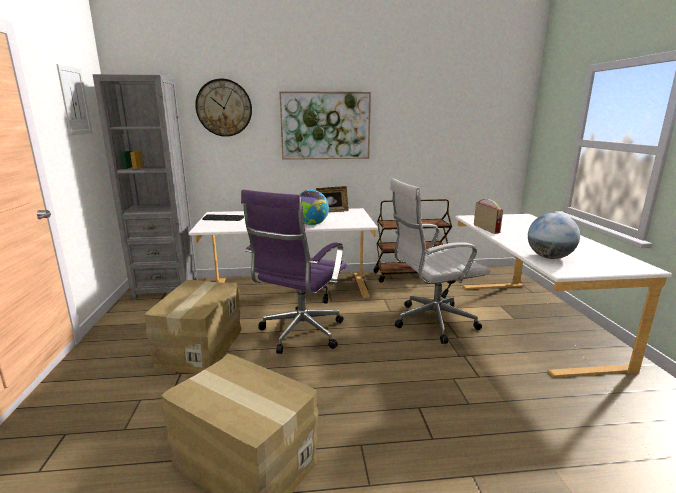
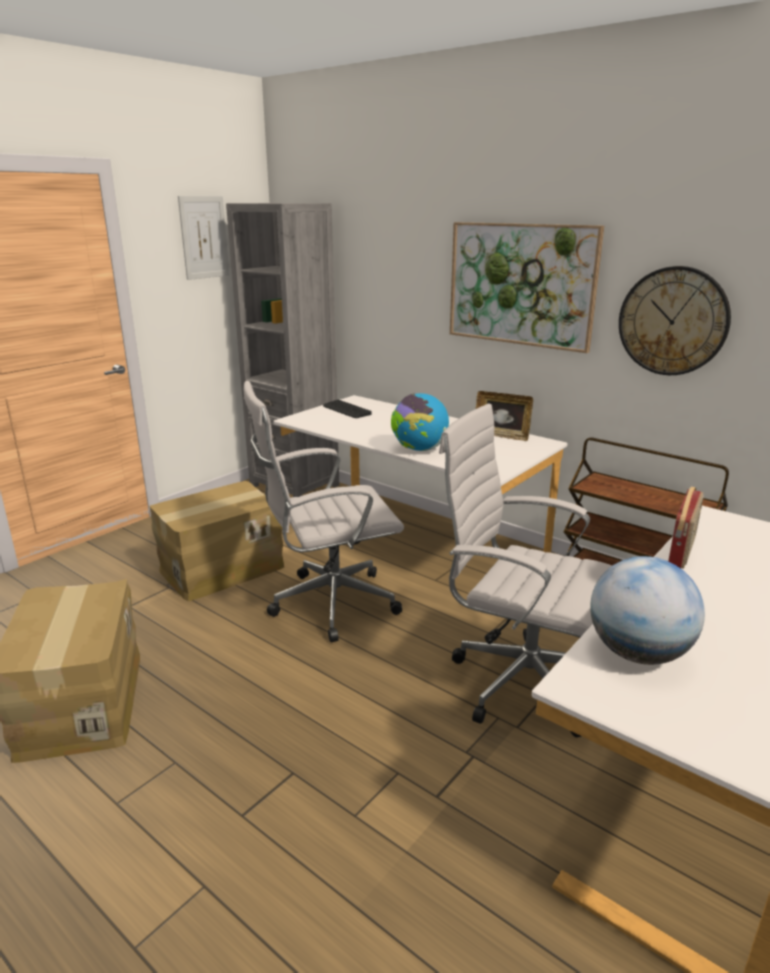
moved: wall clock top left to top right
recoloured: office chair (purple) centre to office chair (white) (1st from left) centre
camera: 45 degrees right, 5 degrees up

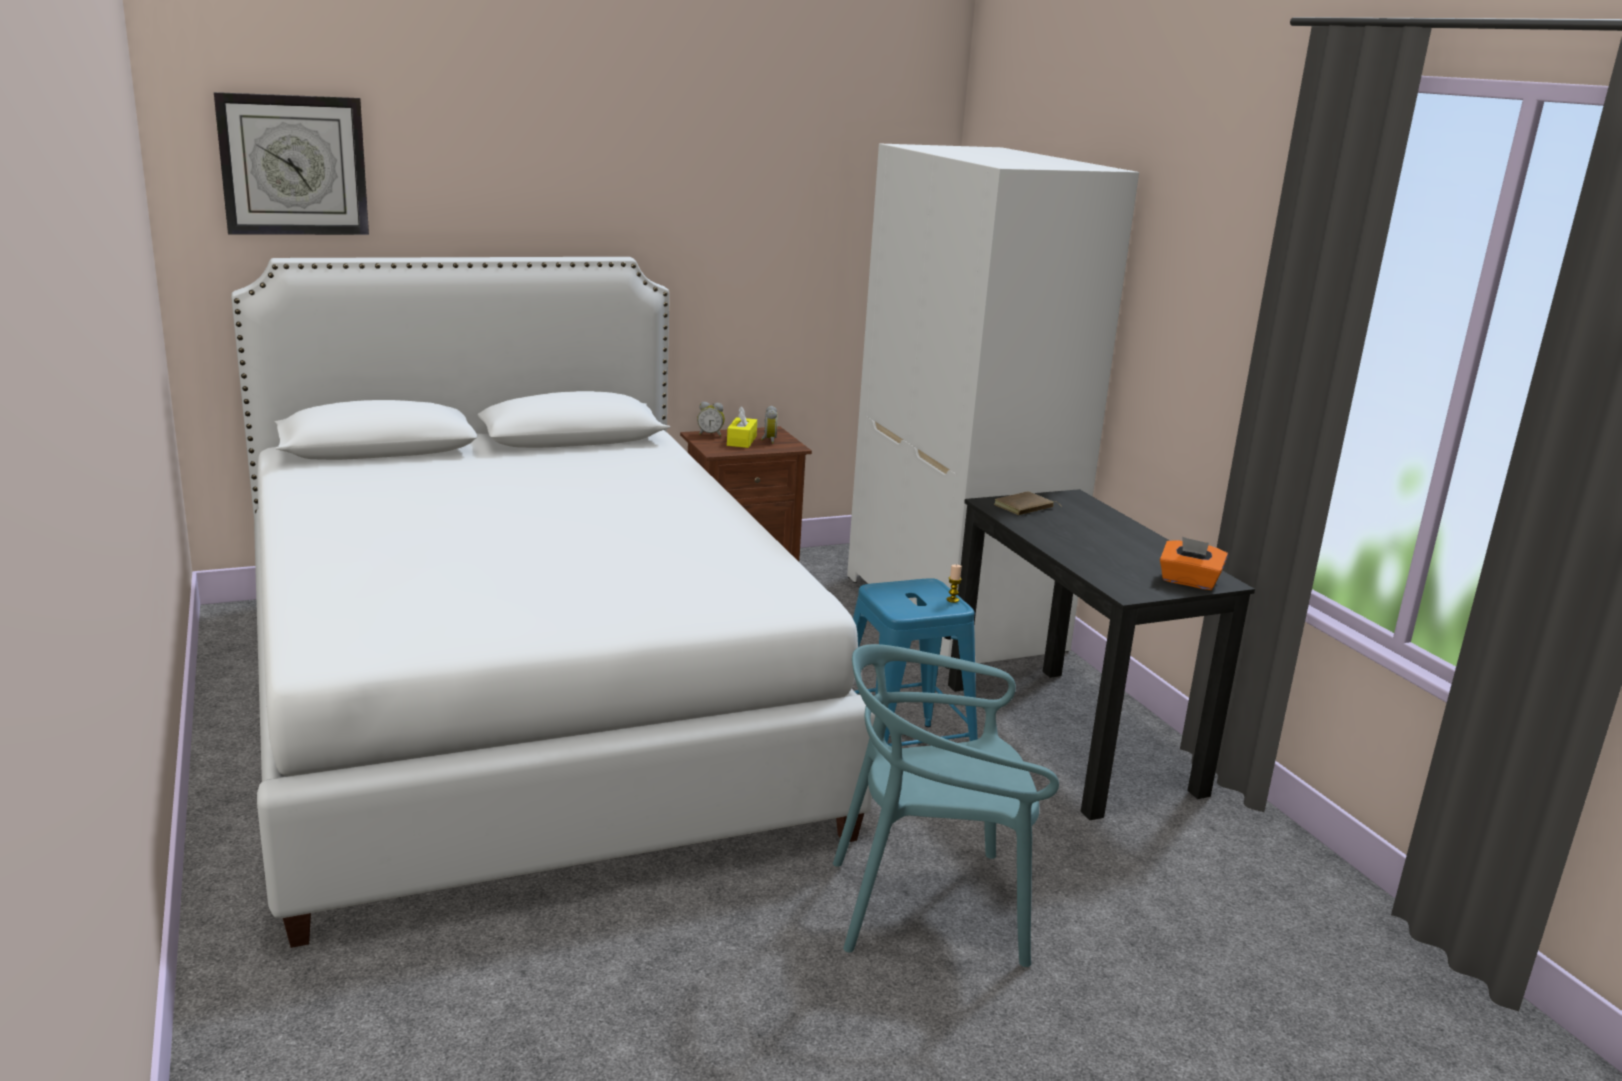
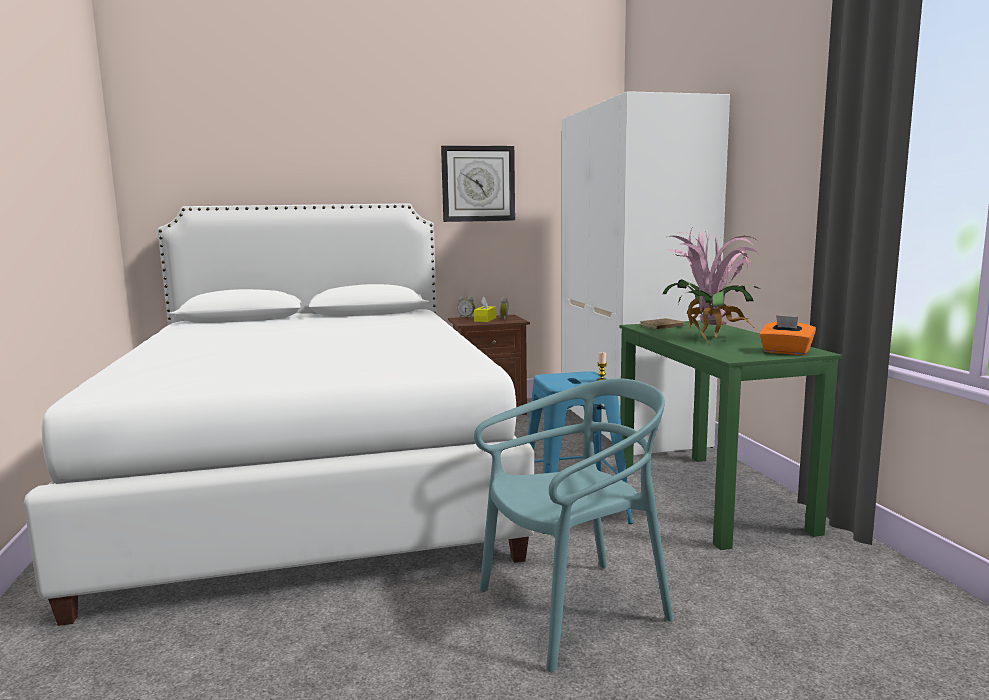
added: potted plant middle right
moved: wall clock top left to top centre
recoloured: desk (black) middle right to desk (green) middle right
turned: chair (turquoise) bottom centre = bottom centre 150 degrees clockwise
camera: 10 degrees right, 10 degrees down

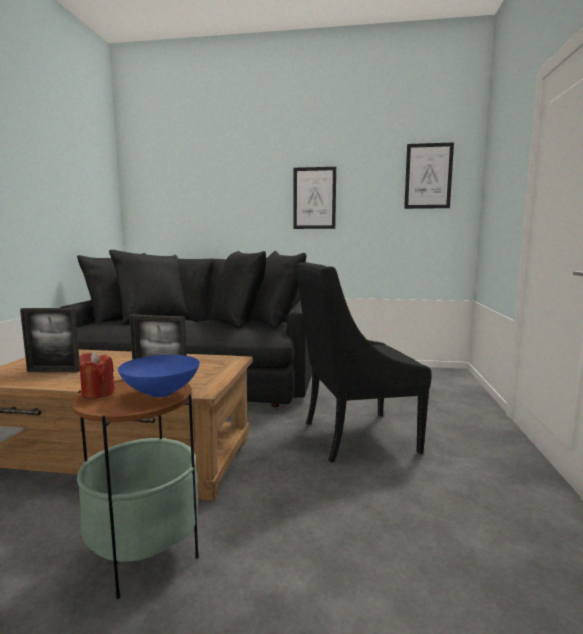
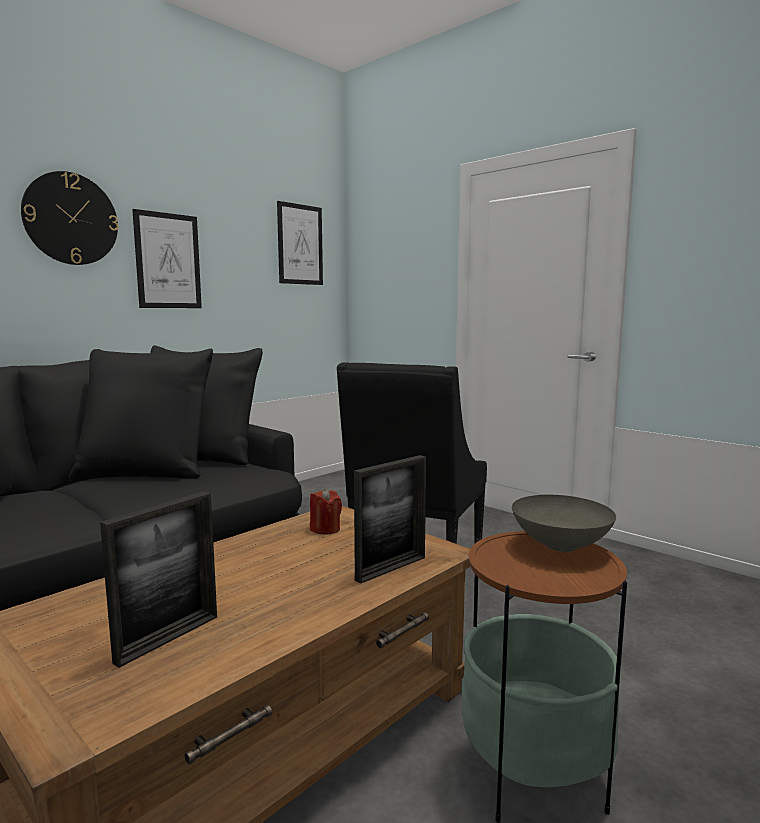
added: wall clock top left
moved: candle (red) middle left to centre
recoloured: bowl (blue) middle left to bowl (grey) middle right
camera: 55 degrees left, 0 degrees up

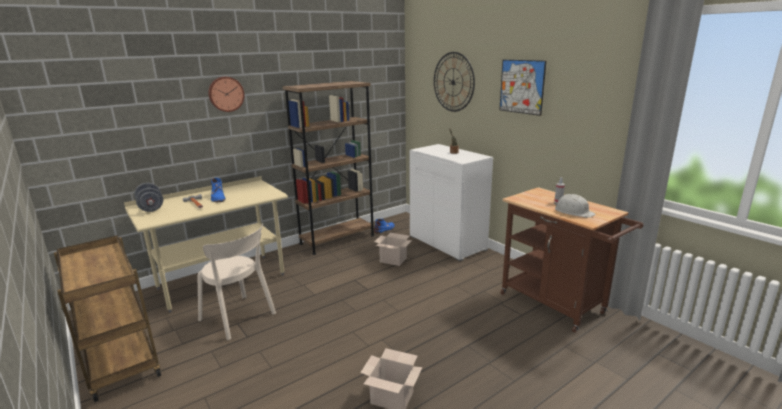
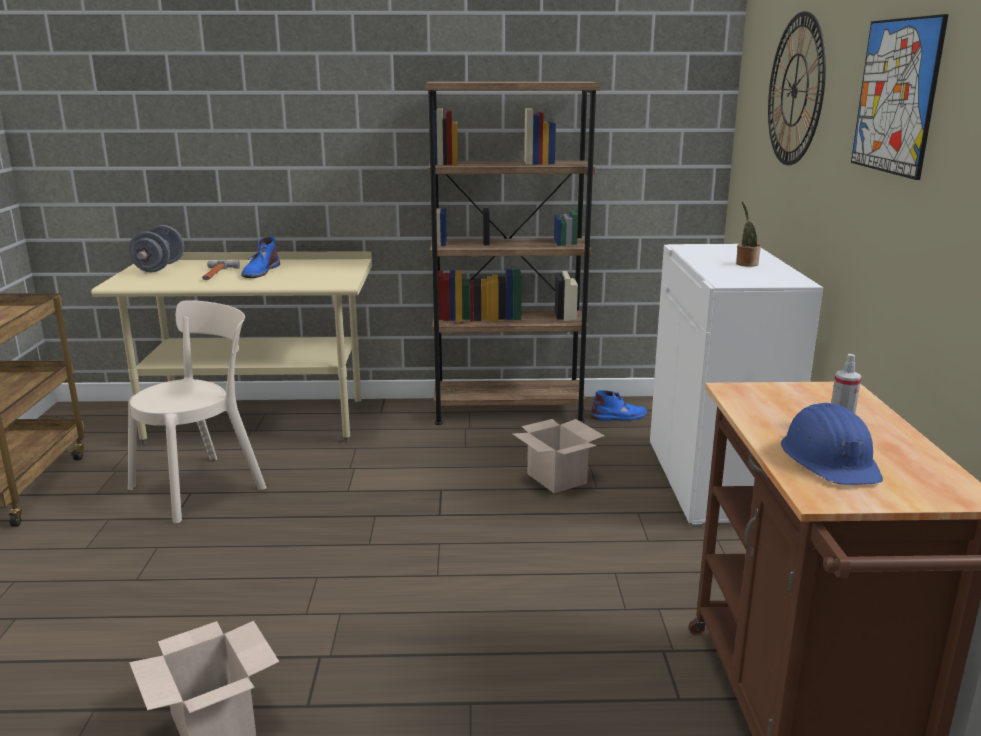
removed: wall clock (1st from left) top left
recoloured: hard hat (white) middle right to hard hat (blue) middle right
turned: chair (beige) bottom left = middle left 120 degrees counterclockwise
camera: 35 degrees right, 0 degrees up

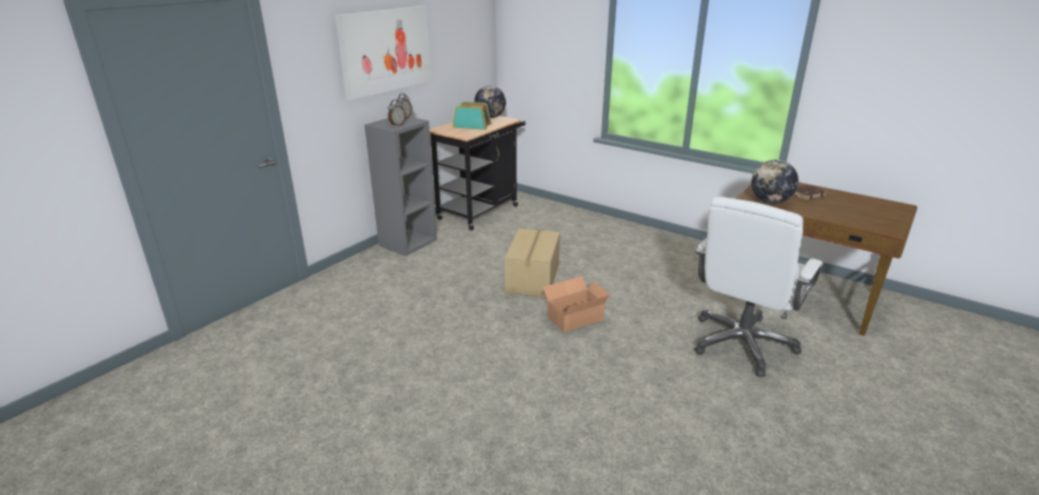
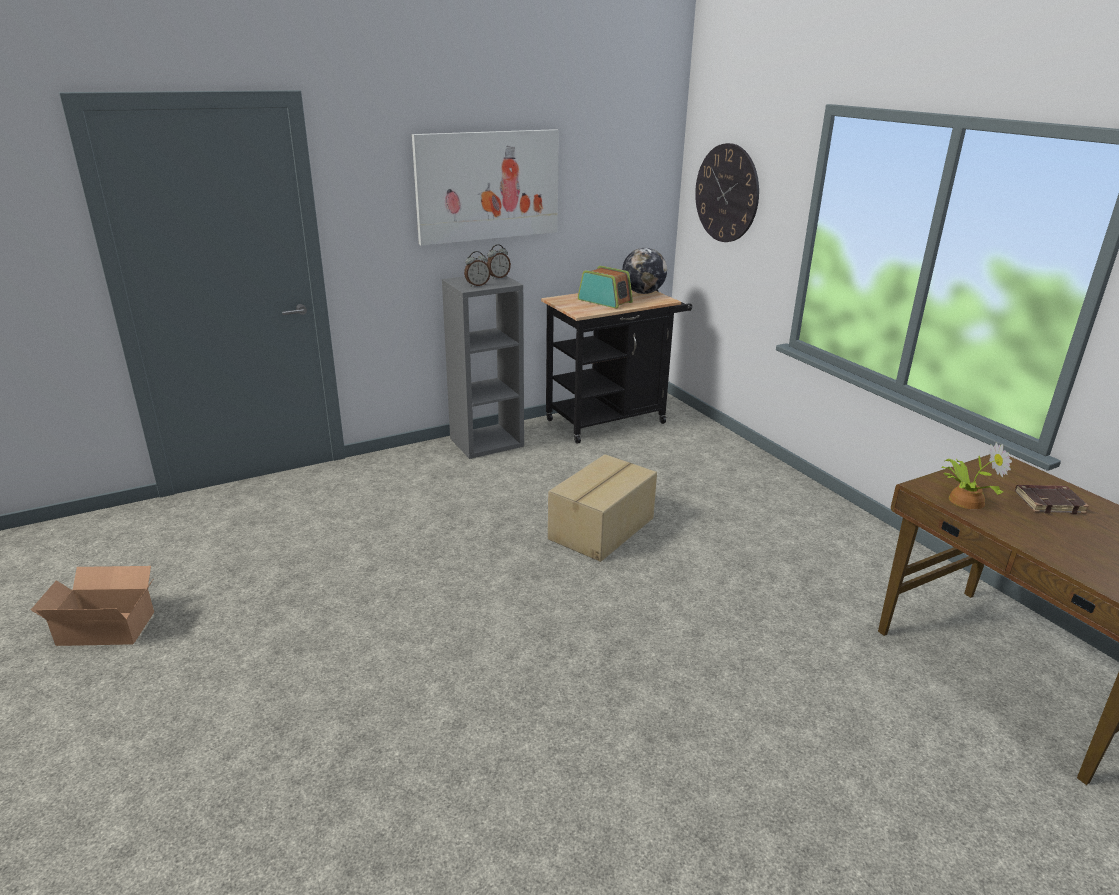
removed: office chair (white) middle right
added: wall clock top centre
moved: cardboard box (2nd from left in the first image) centre to cardboard box (1st from left) bottom left
replaced: globe (2nd from left) middle right to potted plant middle right
camera: 25 degrees right, 0 degrees up

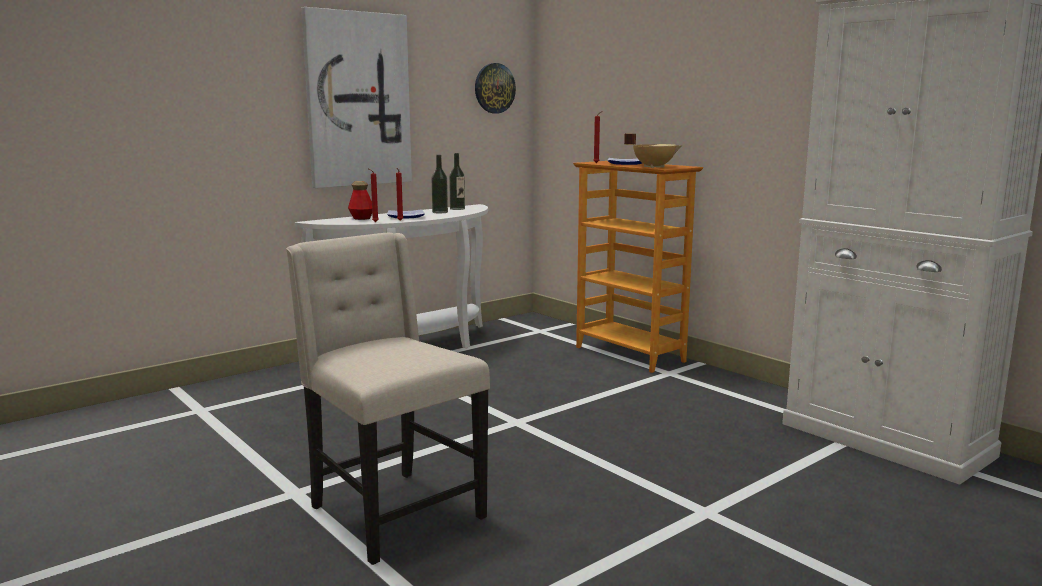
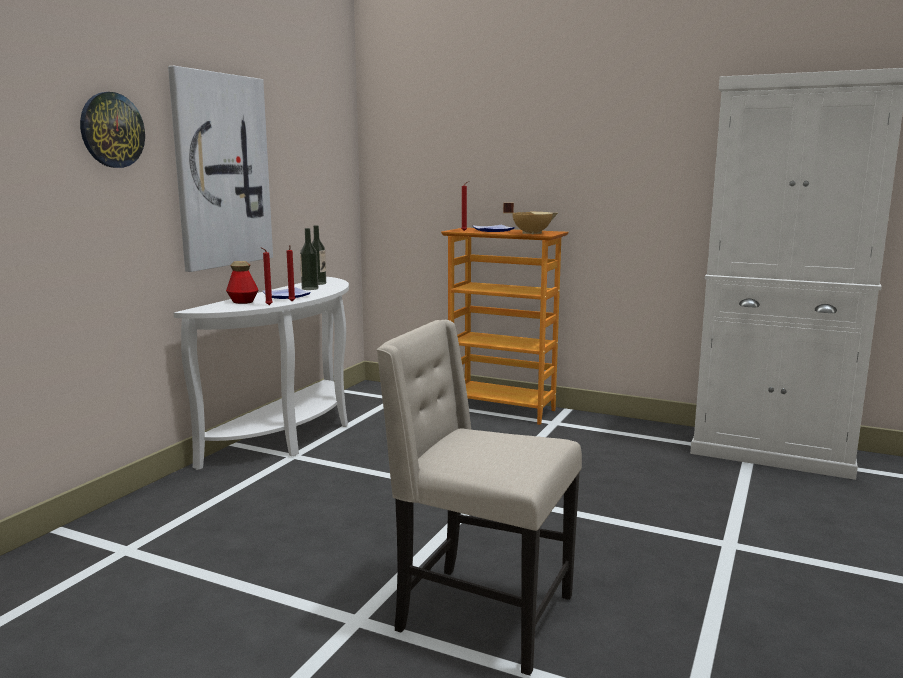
moved: wall clock top centre to top left
camera: 25 degrees left, 0 degrees up

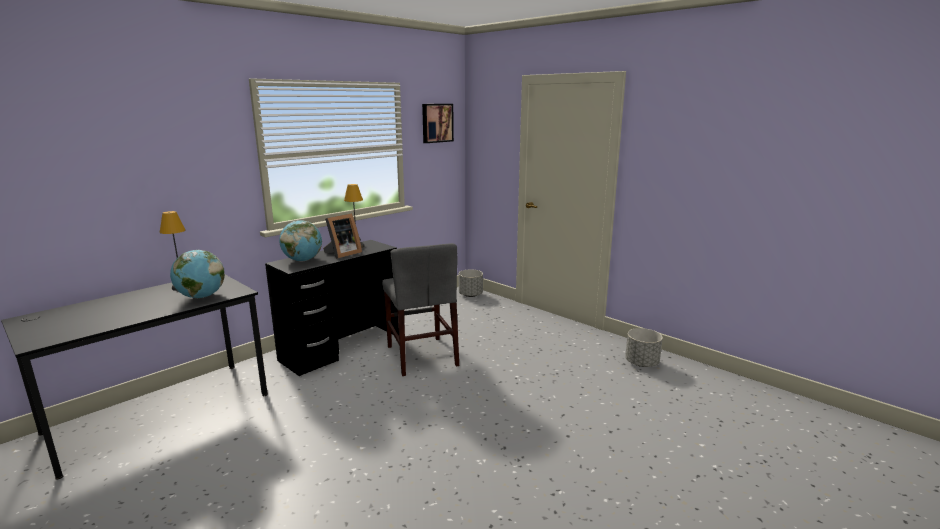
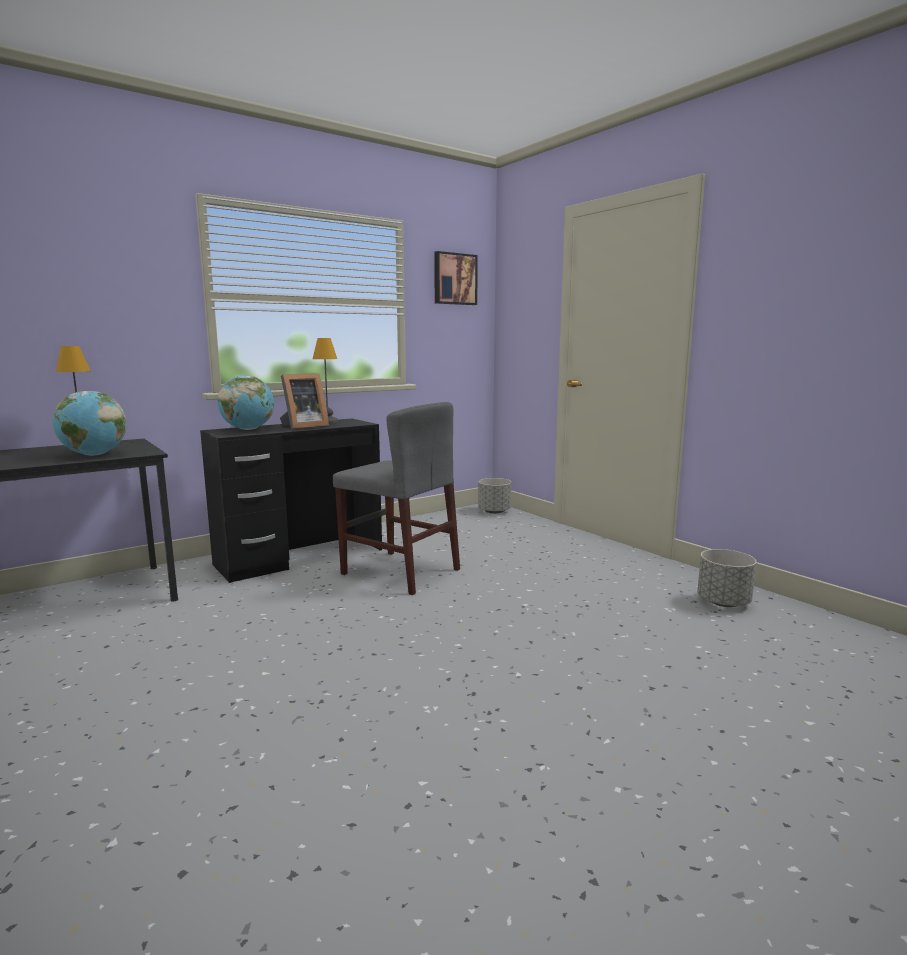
turned: chair (grey) centre = centre 45 degrees counterclockwise
camera: 10 degrees right, 5 degrees down

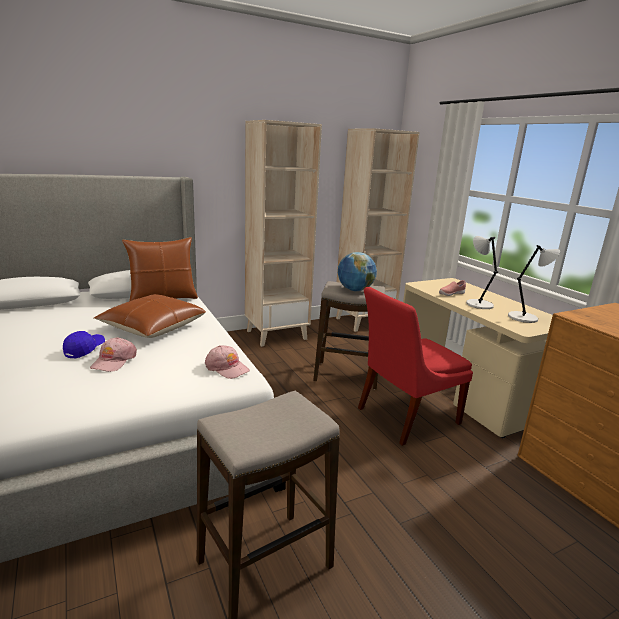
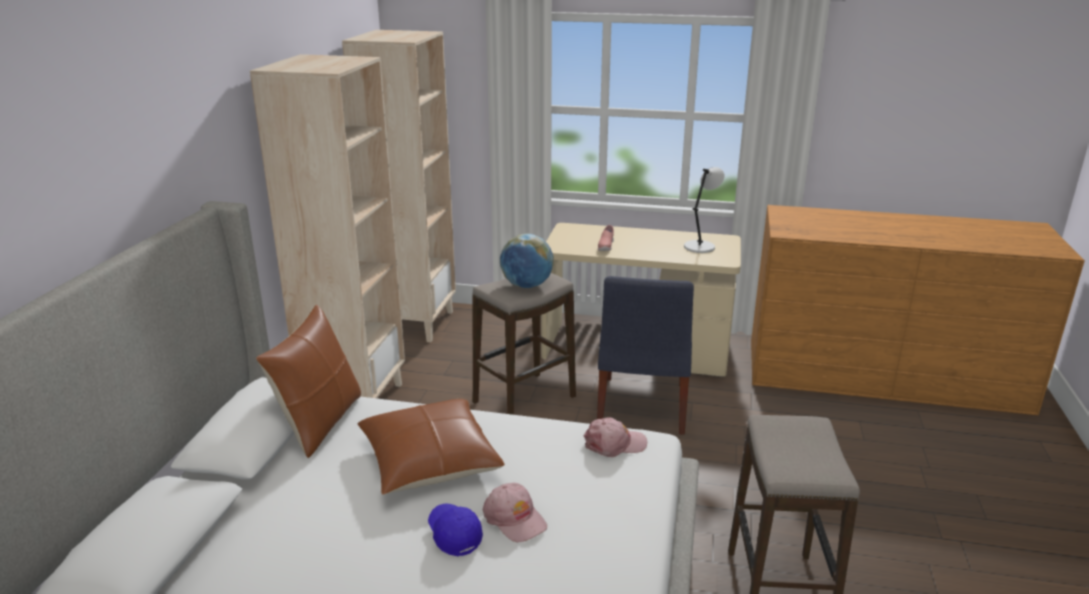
removed: table lamp (grey) (1st from left) middle right
recoloured: chair (red) middle right to chair (blue) centre
camera: 50 degrees left, 5 degrees up

